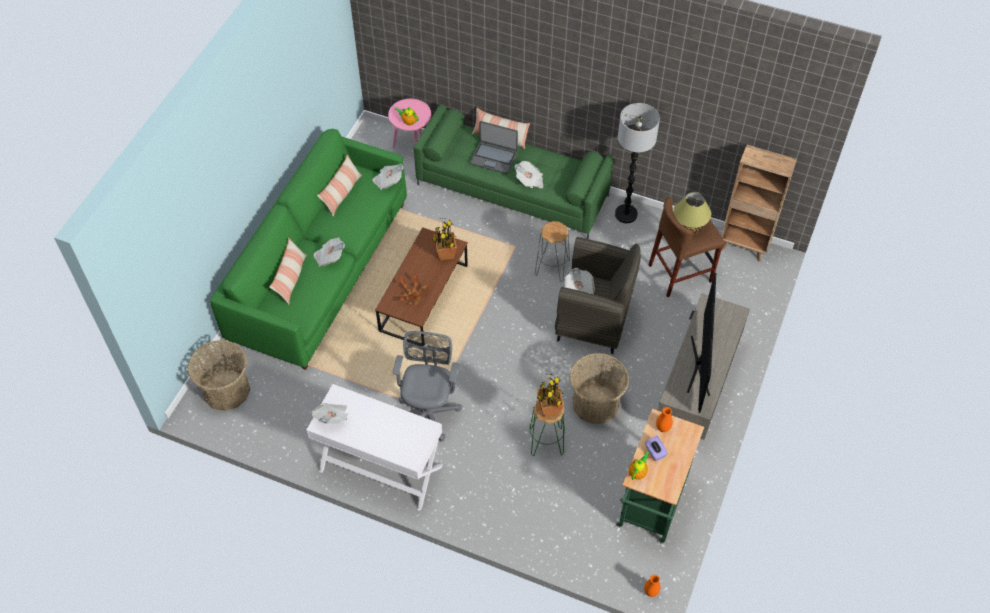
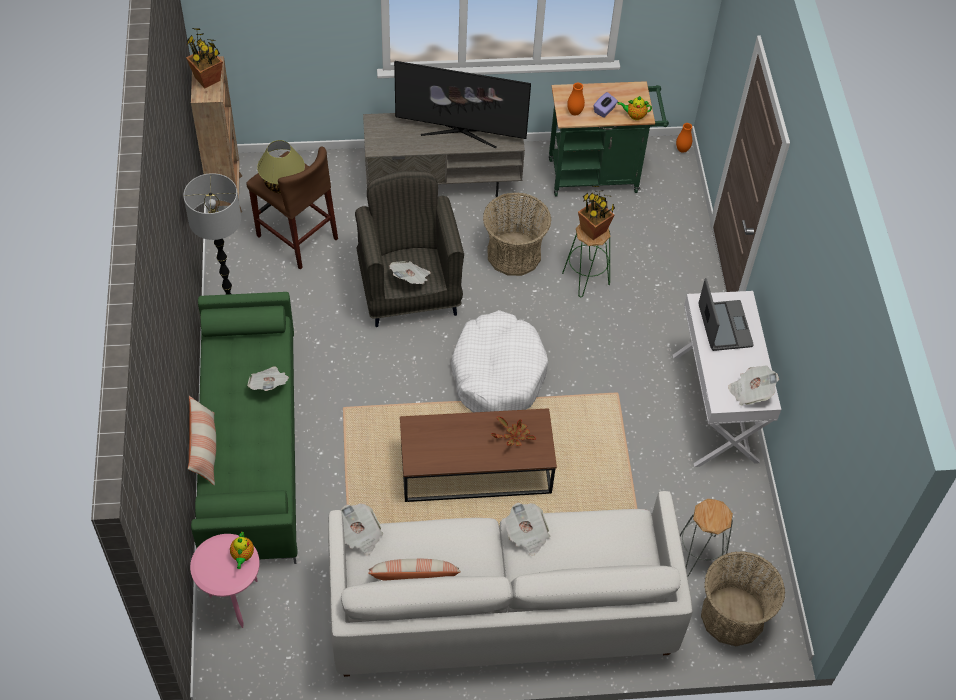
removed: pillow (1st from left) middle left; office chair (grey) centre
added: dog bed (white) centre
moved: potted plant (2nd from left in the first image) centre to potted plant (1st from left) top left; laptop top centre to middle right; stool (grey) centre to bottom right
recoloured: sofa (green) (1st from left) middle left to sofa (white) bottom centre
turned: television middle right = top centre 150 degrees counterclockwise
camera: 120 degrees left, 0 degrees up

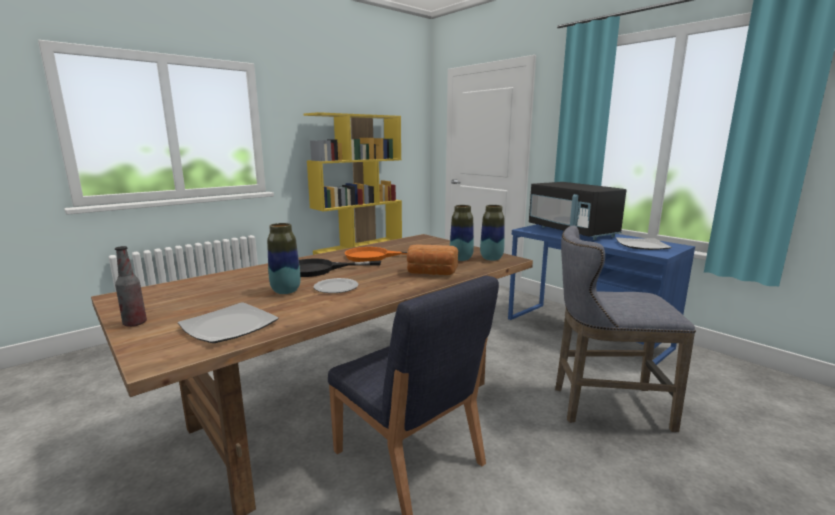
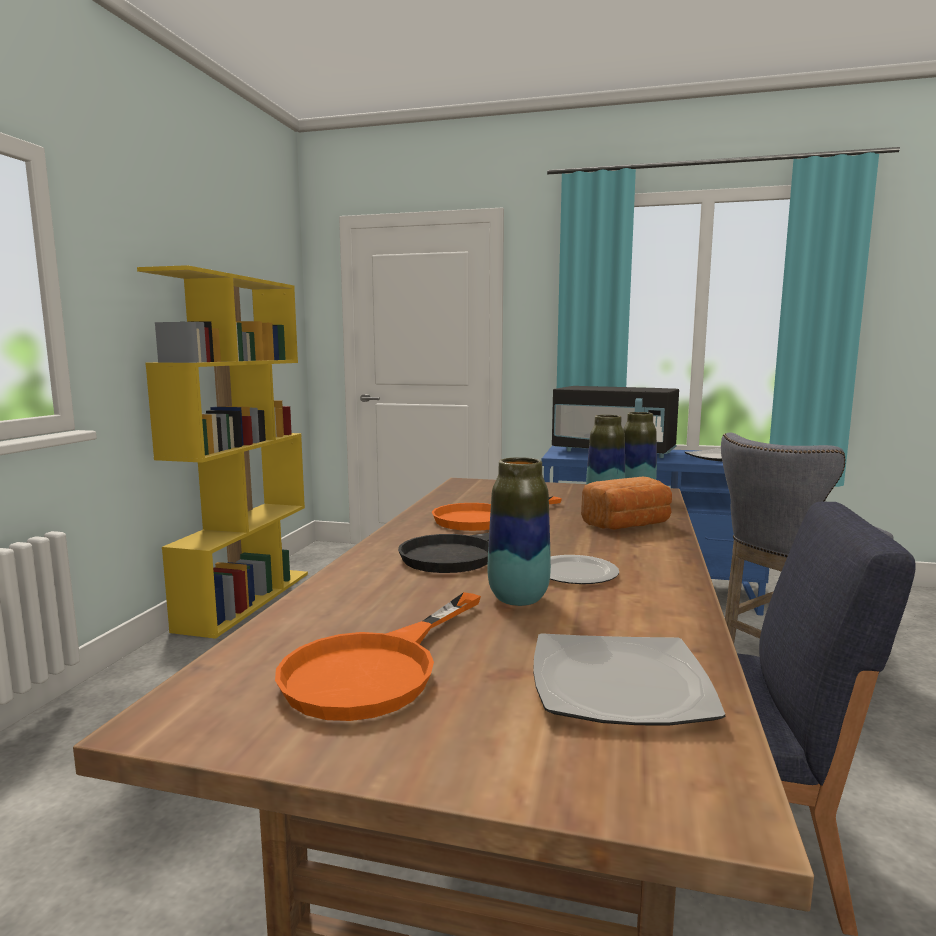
removed: bottle middle left
added: frying pan (orange) (1st from left) bottom centre
camera: 35 degrees left, 5 degrees down

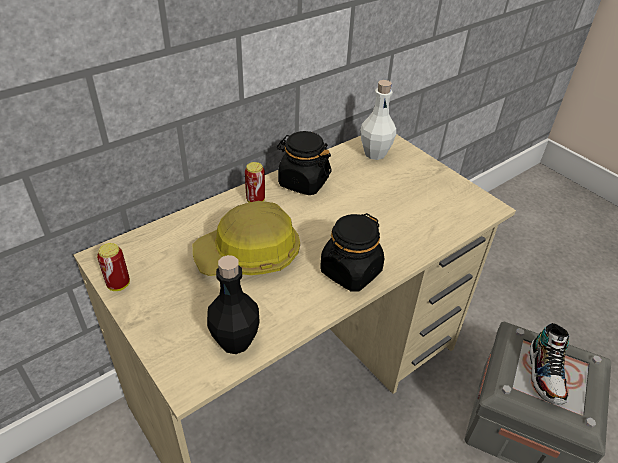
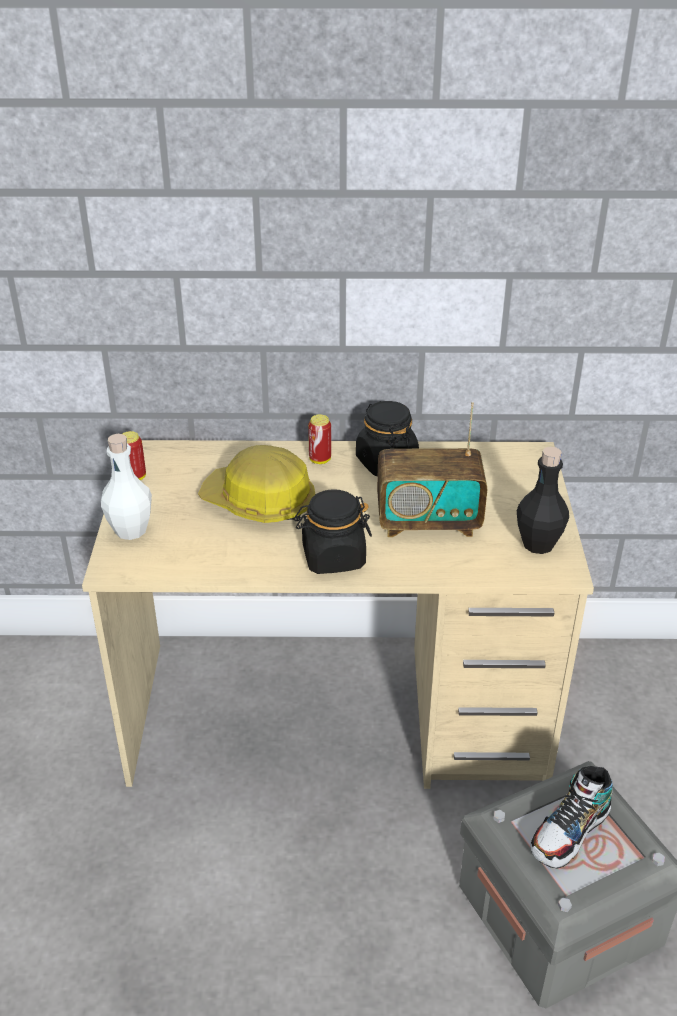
added: radio centre
moved: bottle (black) centre to middle right; bottle (white) top centre to middle left
camera: 40 degrees right, 5 degrees down

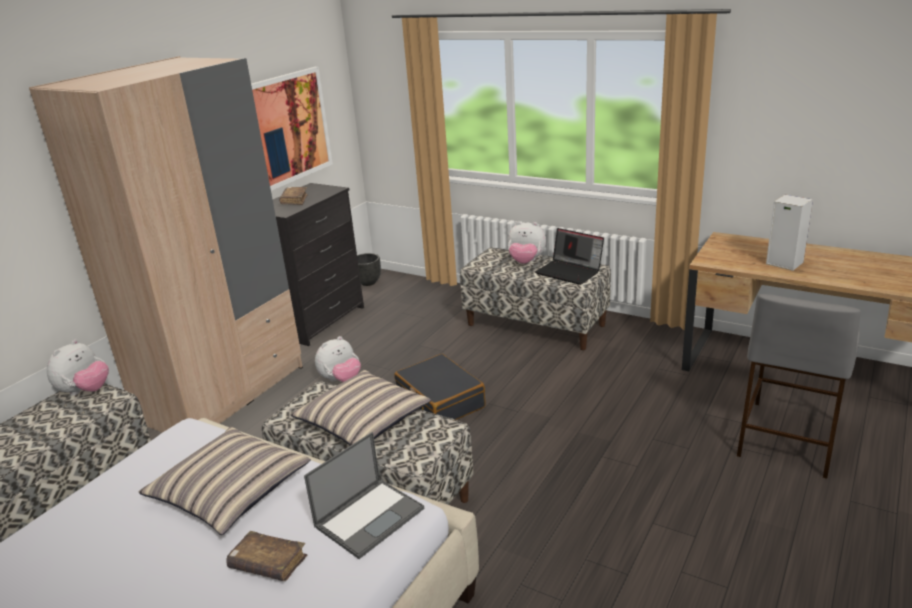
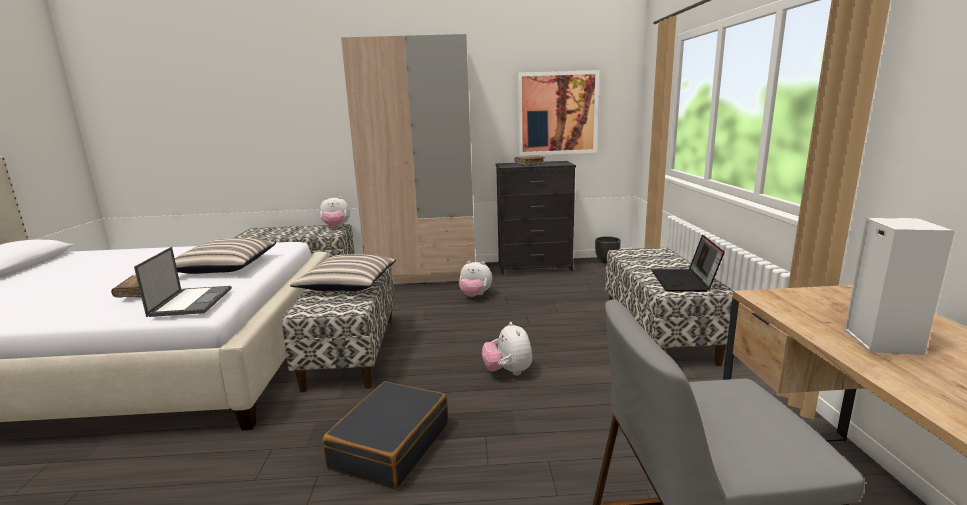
moved: suitcase (black) centre to bottom centre; plush toy (3rd from left) centre to bottom centre
turned: laptop (1st from left) bottom centre = middle left 105 degrees counterclockwise
camera: 55 degrees right, 10 degrees down

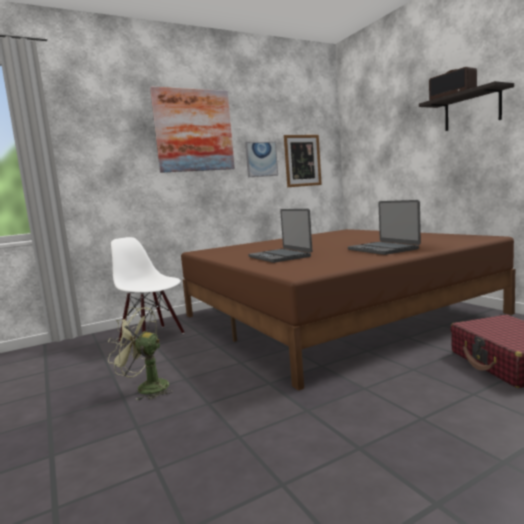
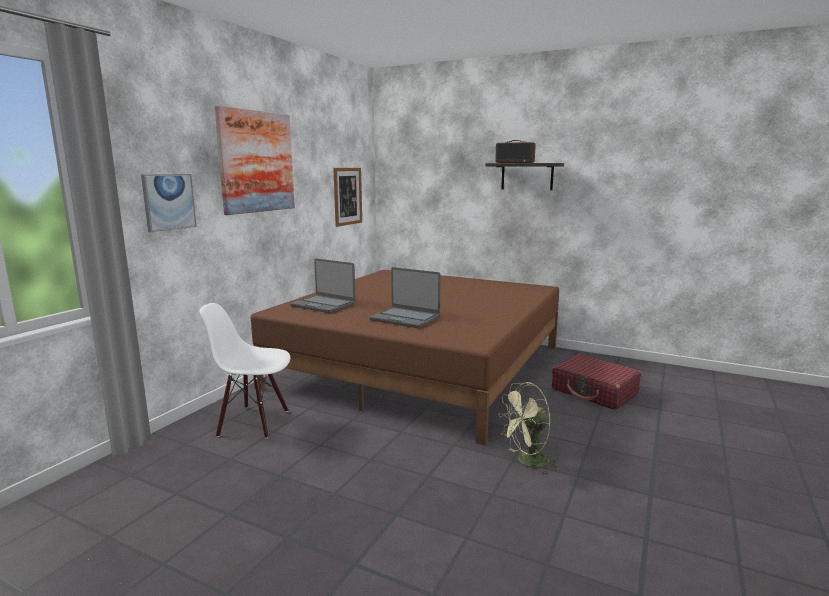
moved: fan (green) bottom left to bottom centre; picture (2nd from left in the first image) top centre to picture (1st from left) middle left; laptop (2nd from left in the first image) middle right to laptop (1st from left) centre
camera: 35 degrees left, 5 degrees up

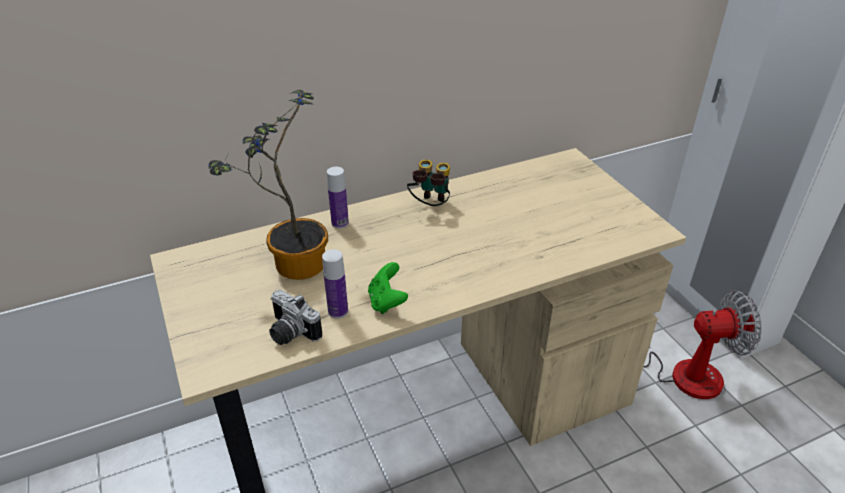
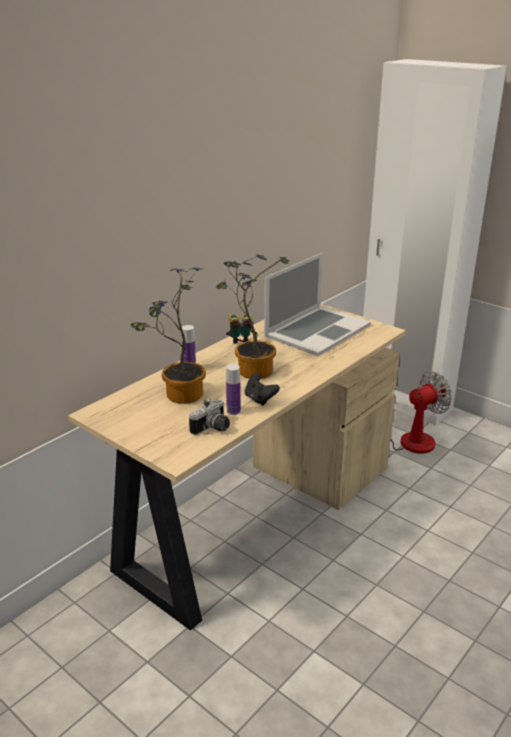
added: potted plant (2nd from left) centre; laptop centre
recoloured: game controller (green) centre to game controller (black) centre
turned: photo camera centre = centre 60 degrees counterclockwise
camera: 25 degrees left, 10 degrees down

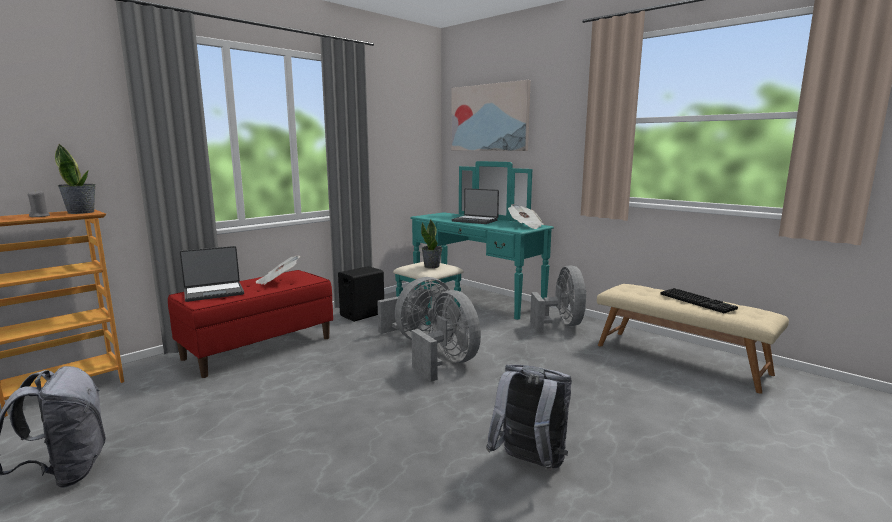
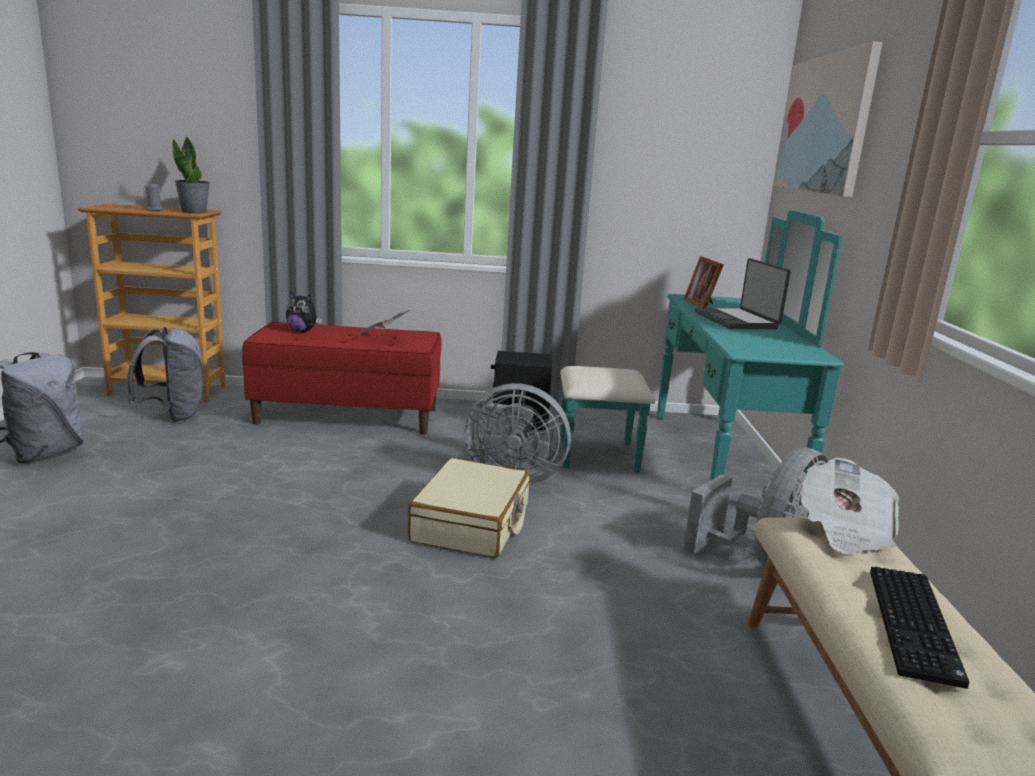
removed: potted plant (2nd from left) centre
added: picture frame middle right
moved: backpack (grey) (2nd from left) bottom centre to middle left; newspaper (2nd from left) centre to middle right
replaced: laptop (1st from left) middle left to plush toy middle left; fan (grey) (2nd from left) centre to suitcase (beige) centre
camera: 45 degrees right, 5 degrees up

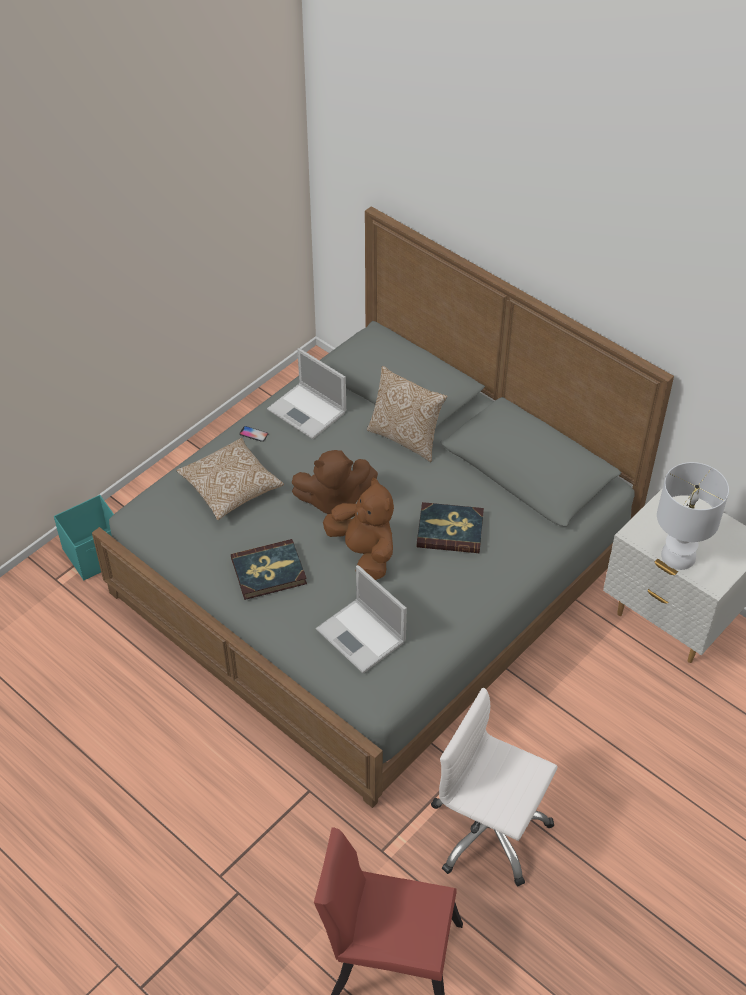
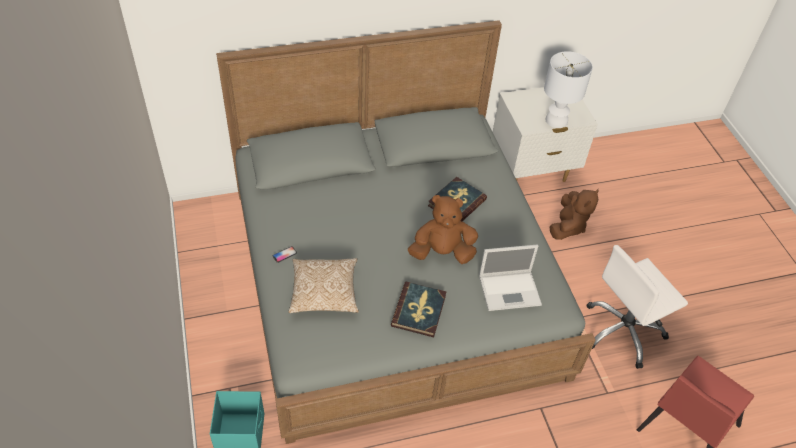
removed: laptop (1st from left) centre; pillow (2nd from left) centre
moved: plush toy (brown) (1st from left in the first image) centre to plush toy (brown) (2nd from left) middle right
camera: 60 degrees left, 0 degrees up

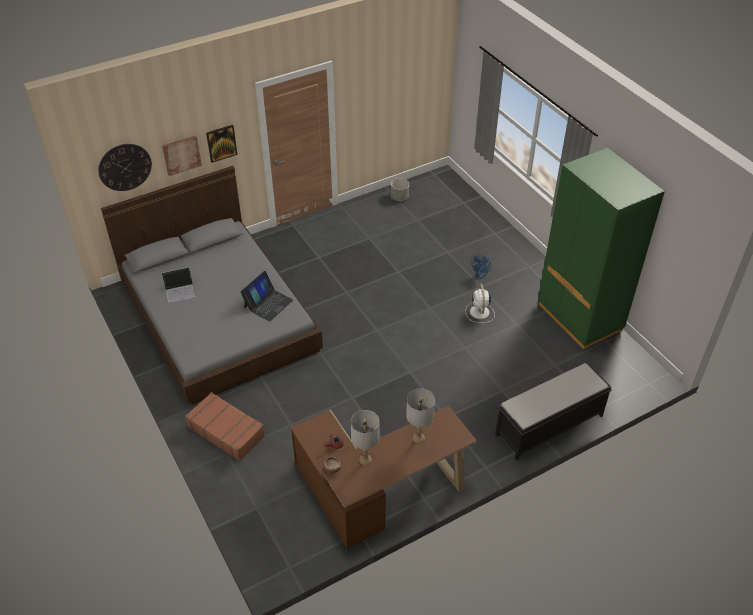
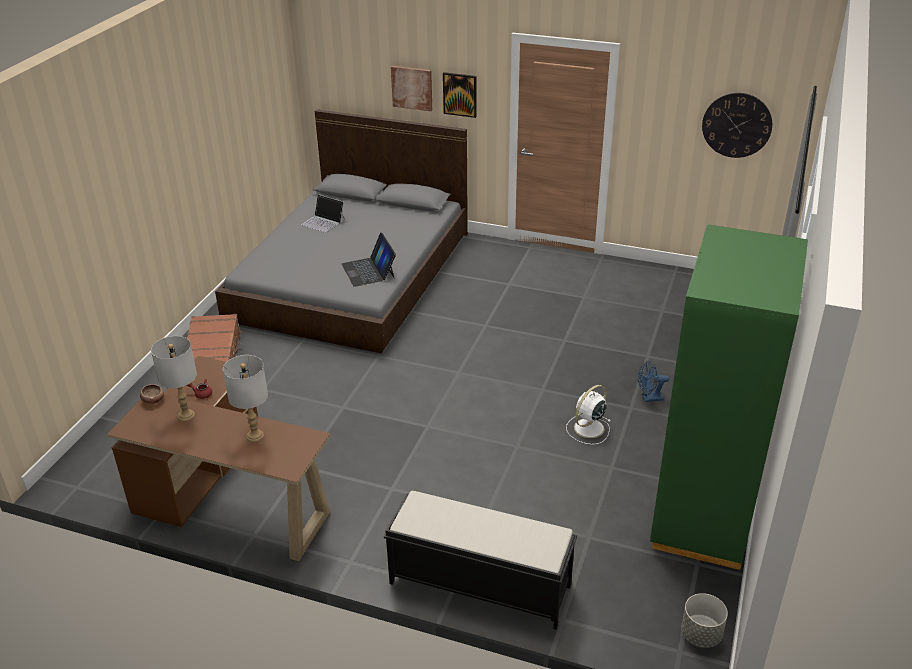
moved: wall clock top left to top right; planter (grey) top centre to bottom right
turned: laptop (2nd from left) centre = centre 75 degrees clockwise
camera: 50 degrees right, 10 degrees down

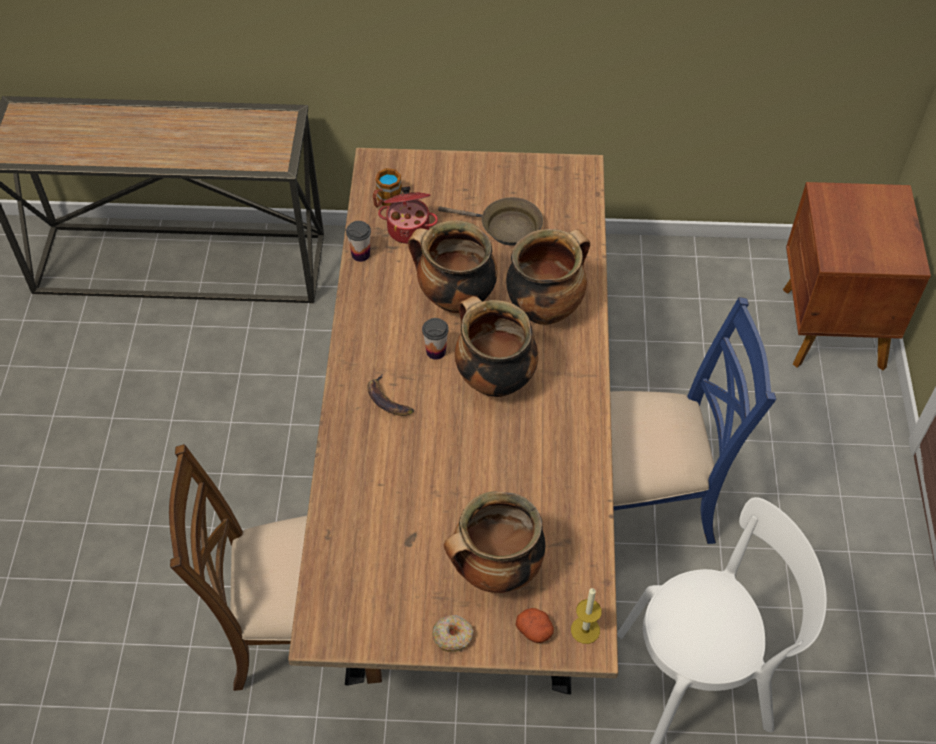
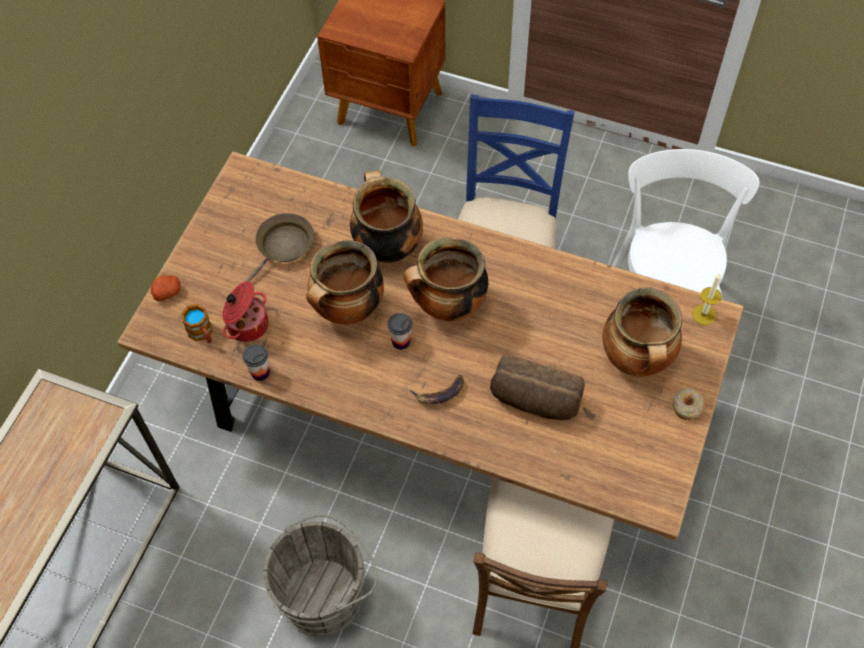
added: bucket (grey) bottom centre; bread centre
moved: potato bottom centre to middle left
camera: 70 degrees left, 5 degrees up

